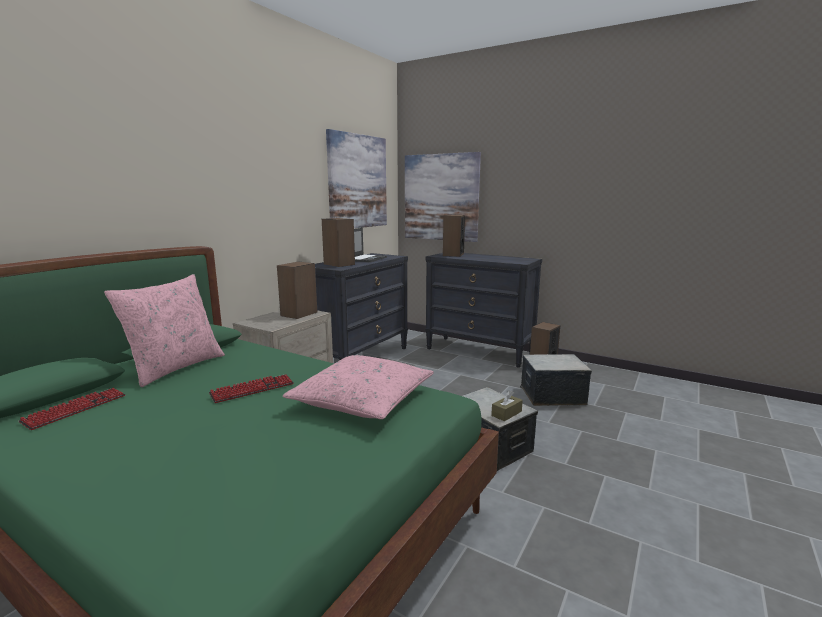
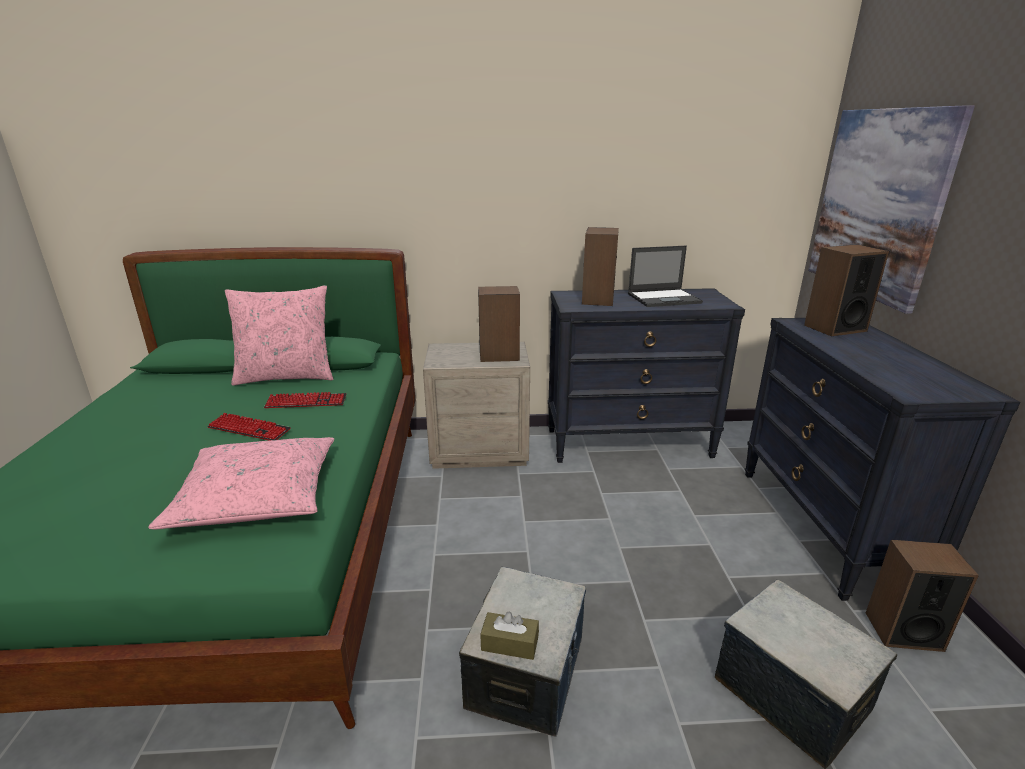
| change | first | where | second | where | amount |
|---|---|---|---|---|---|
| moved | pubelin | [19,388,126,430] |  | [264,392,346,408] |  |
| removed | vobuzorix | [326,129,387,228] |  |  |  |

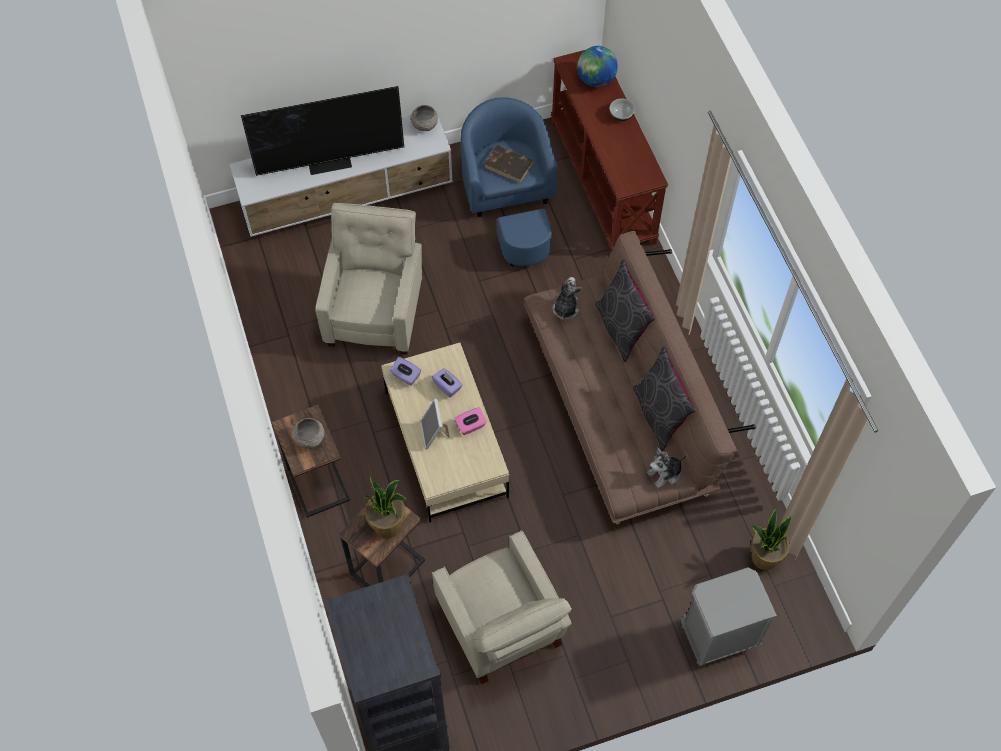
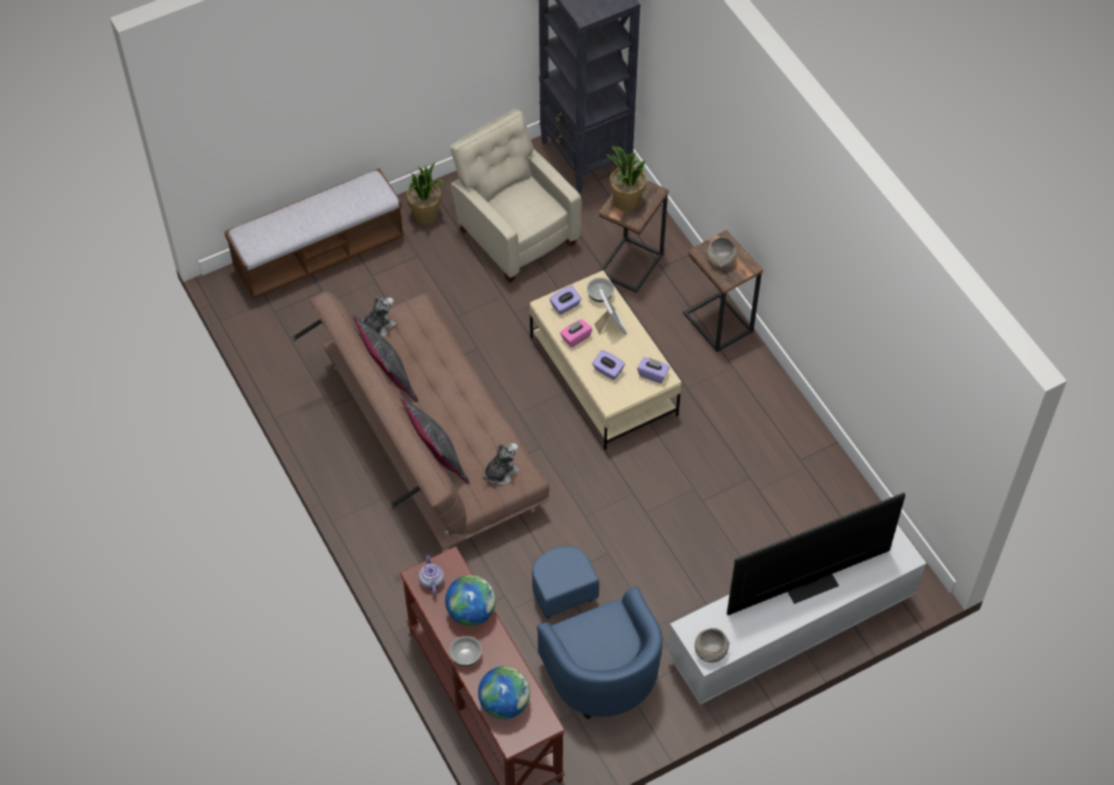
| change | first | where | second | where | amount |
|---|---|---|---|---|---|
| removed | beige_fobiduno | [315,203,422,355] |  |  |  |
| removed | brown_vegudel | [484,145,534,184] |  |  |  |
| turned | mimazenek | [553,277,582,320] |  | [482,443,520,485] | 135 degrees counterclockwise |
| replaced | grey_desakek | [681,567,777,666] | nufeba | [224,168,404,299] |  |
| moved | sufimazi | [750,508,791,570] |  | [407,162,445,225] |  |
| added |  |  | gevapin | [418,555,444,595] |  |
| added |  |  | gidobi | [445,575,496,626] |  |
| added |  |  | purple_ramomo | [549,286,581,315] |  |
| added |  |  | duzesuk | [587,278,614,302] |  |

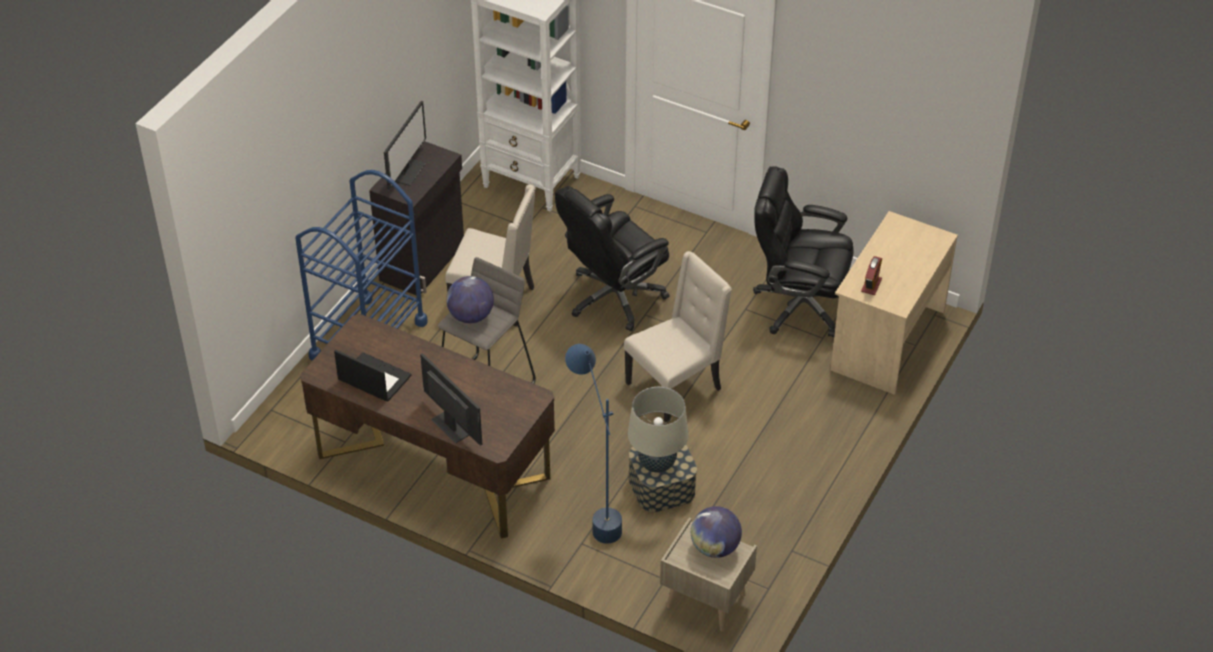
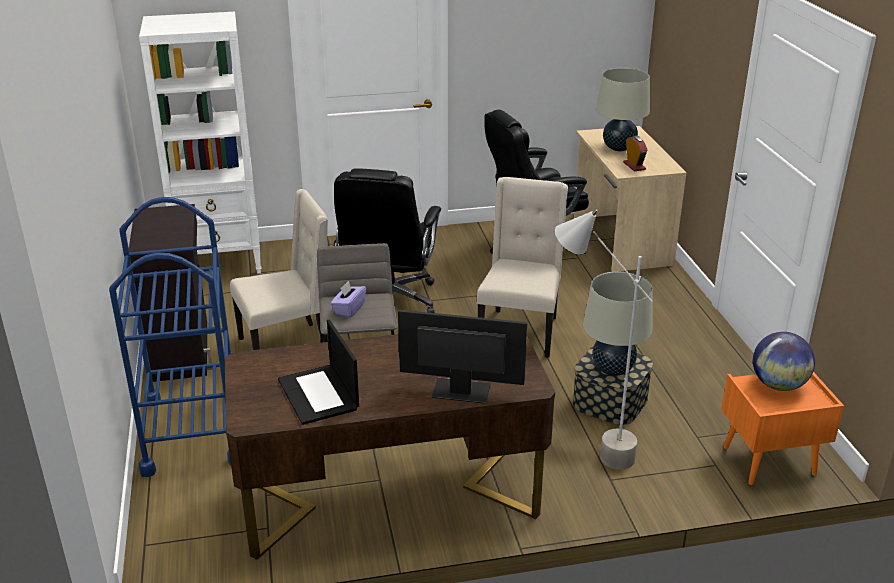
| change | first | where | second | where | amount |
|---|---|---|---|---|---|
| turned | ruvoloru | [334,350,411,401] |  | [278,320,359,425] | 105 degrees counterclockwise |
| removed | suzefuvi | [384,101,426,190] |  |  |  |
| replaced | gidobi | [446,276,494,323] | purple_ramomo | [331,281,366,318] |  |
| recoloured | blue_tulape | [565,344,622,544] | grey_tulape | [555,210,652,470] |  |
| recoloured | beige_desakek | [660,517,757,632] | orange_desakek | [721,372,844,485] |  |
| added |  |  | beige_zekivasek | [596,68,650,151] |  |

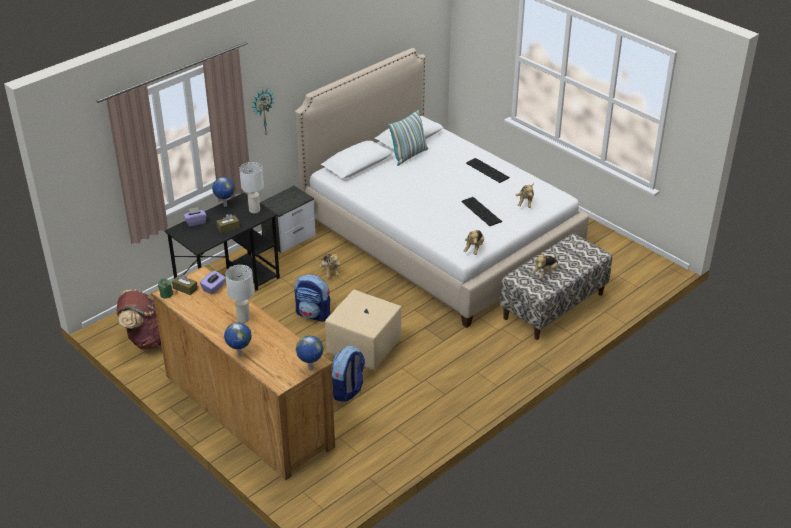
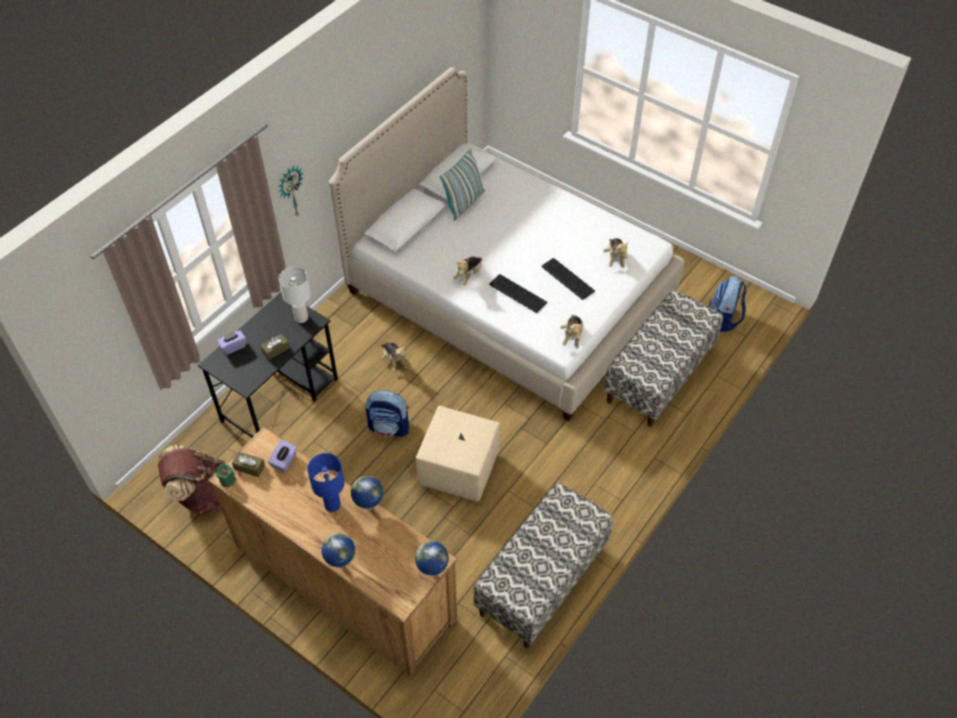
| change | first | where | second | where | amount |
|---|---|---|---|---|---|
| moved | gidobi | [212,177,235,207] |  | [351,476,383,510] |  |
| recoloured | white_zekivasek | [225,265,254,323] | blue_zekivasek | [307,453,344,512] |  |
| removed | desakek | [260,186,316,253] |  |  |  |
| moved | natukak | [331,346,365,402] |  | [709,276,747,332] |  |
| moved | pubelin | [466,158,510,183] |  | [489,274,548,313] |  |
| moved | mimazenek | [531,255,558,279] |  | [453,256,482,286] |  |
| added |  |  | nufeba | [474,482,613,648] |  |

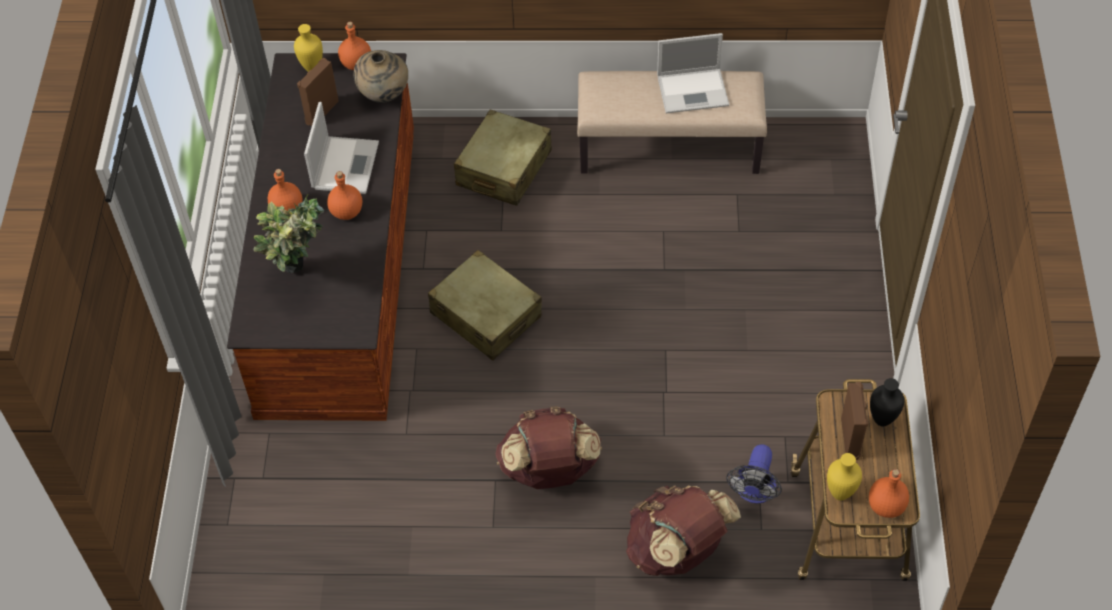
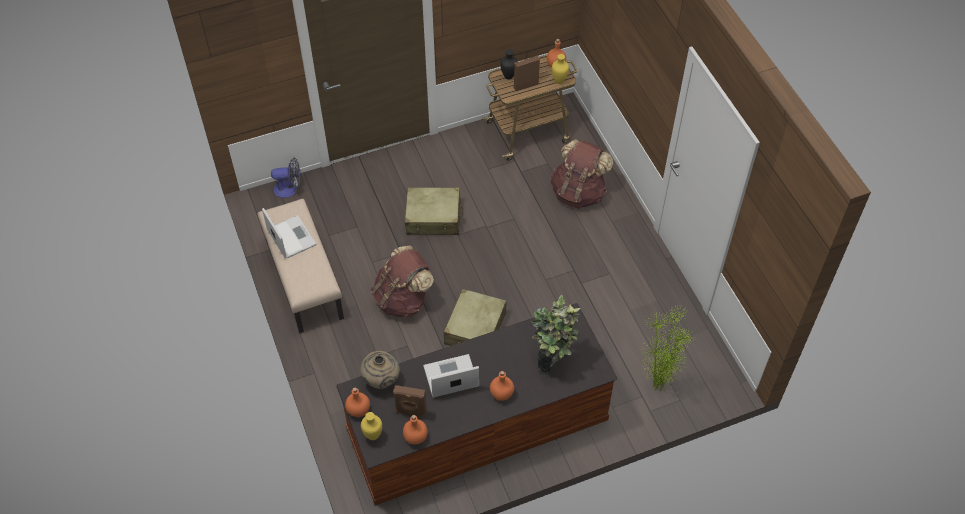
| change | first | where | second | where | amount |
|---|---|---|---|---|---|
| moved | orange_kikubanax | [327,171,362,220] |  | [403,415,428,444] |  |
| moved | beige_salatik | [454,110,552,206] |  | [405,187,464,235] |  |
| moved | brown_natukak | [495,406,602,489] |  | [371,245,434,318] |  |
| moved | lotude | [726,444,782,504] |  | [271,157,300,198] |  |
| added |  |  | sufimazi | [640,306,696,391] |  |

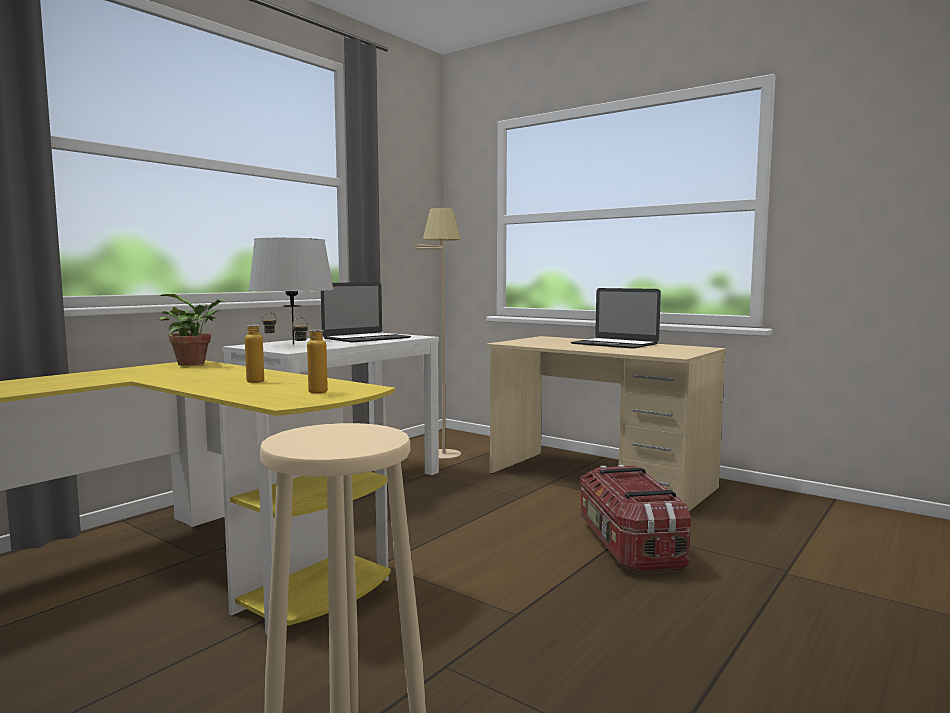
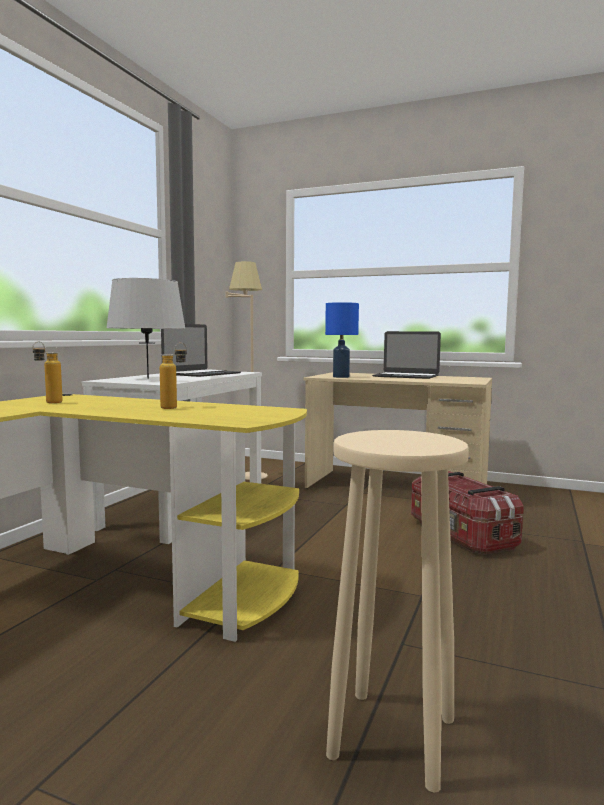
| change | first | where | second | where | amount |
|---|---|---|---|---|---|
| removed | sufimazi | [159,294,225,366] |  |  |  |
| moved | kikubanax | [293,317,328,393] |  | [32,341,63,403] |  |
| added |  |  | blue_zekivasek | [325,302,359,378] |  |

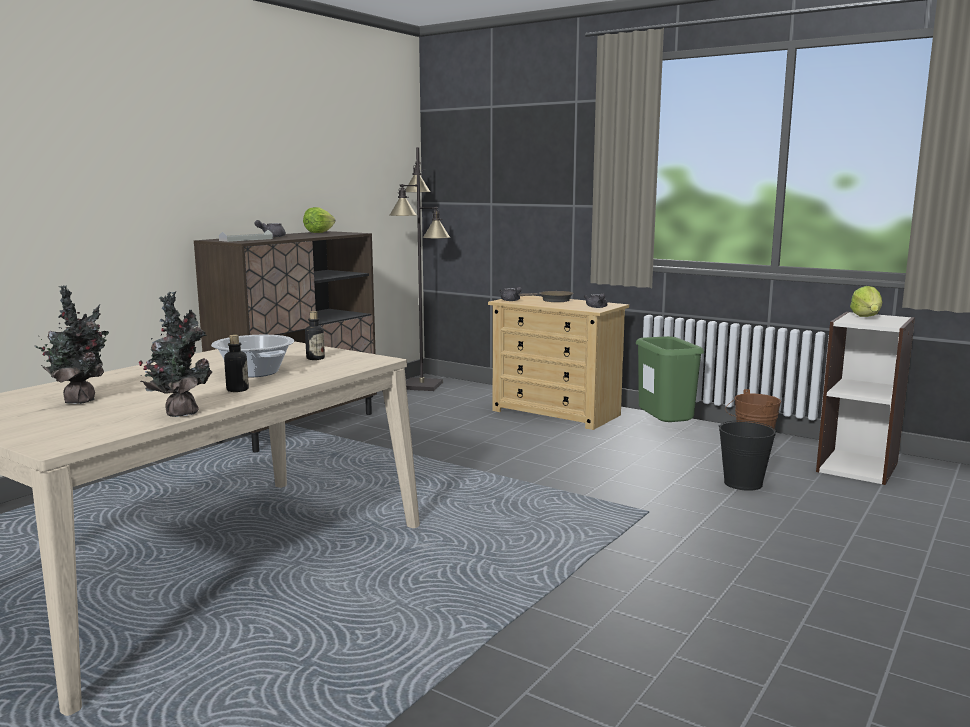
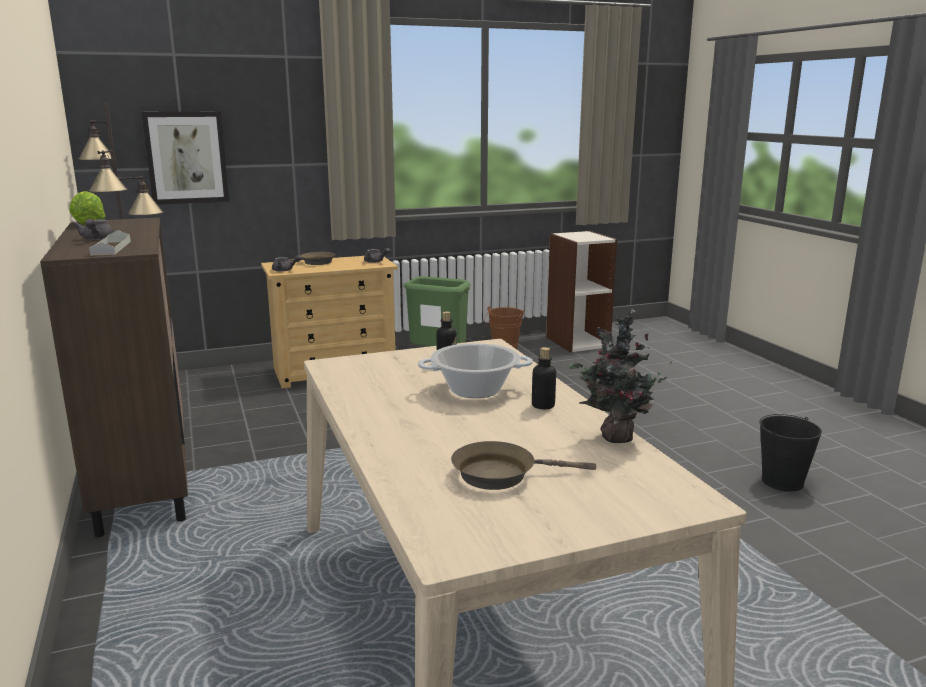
| change | first | where | second | where | amount |
|---|---|---|---|---|---|
| replaced | sufimazi | [34,286,109,404] | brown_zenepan | [451,441,596,490] |  |
| moved | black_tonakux | [718,421,777,491] |  | [759,414,822,492] |  |
| removed | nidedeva | [850,286,882,317] |  |  |  |
| added |  |  | vobuzorix | [142,112,229,205] |  |

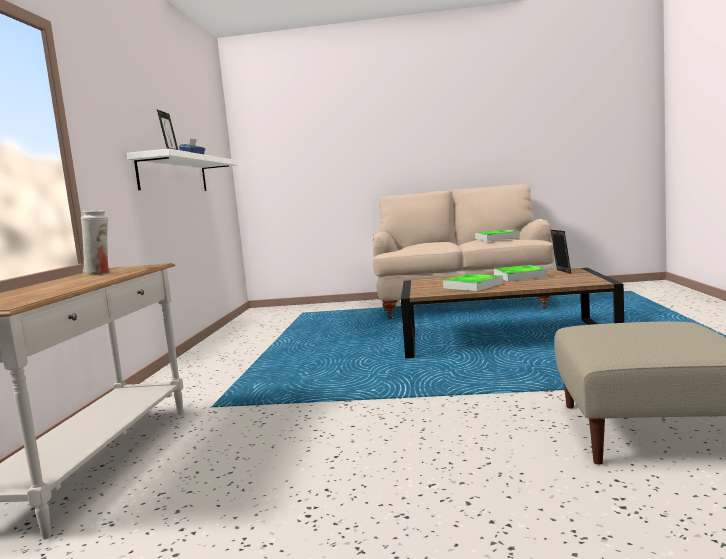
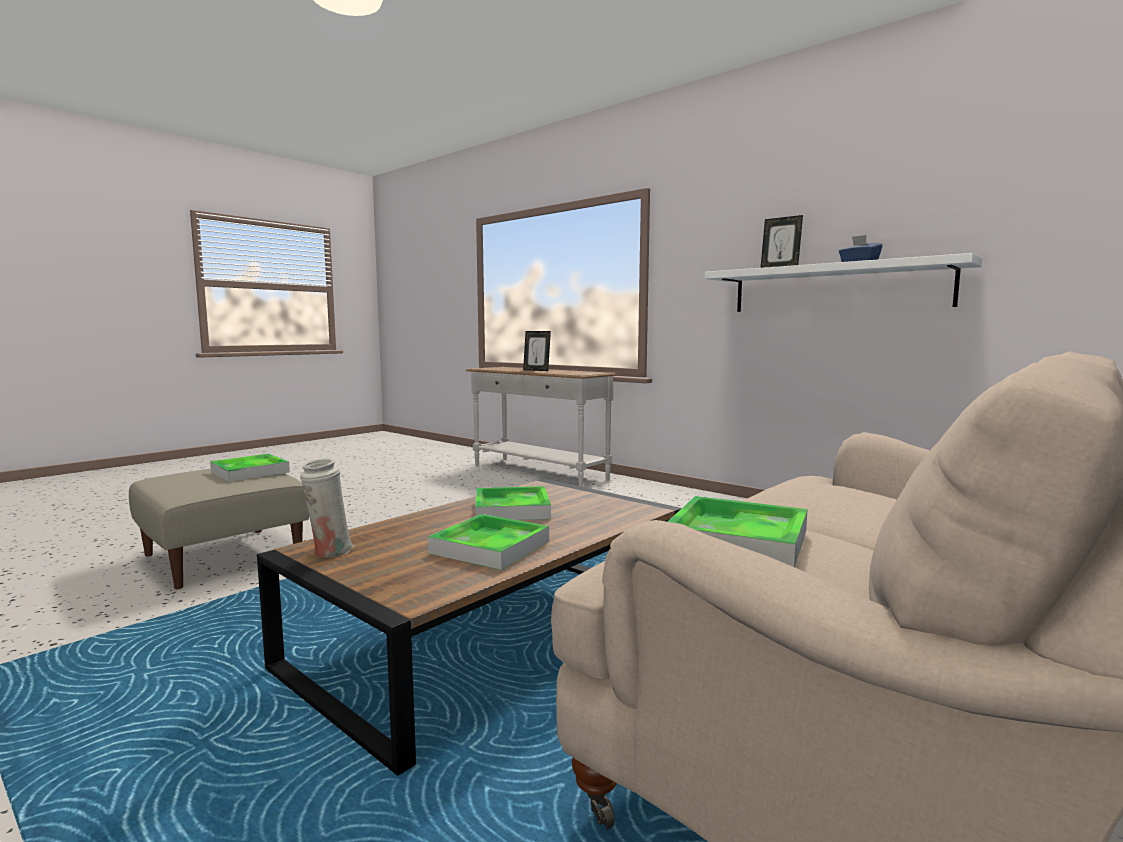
| change | first | where | second | where | amount |
|---|---|---|---|---|---|
| moved | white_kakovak | [81,210,109,275] |  | [300,458,354,558] |  |
| moved | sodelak | [551,230,571,274] |  | [523,331,551,371] |  |
| added |  |  | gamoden | [210,454,290,482] |  |

